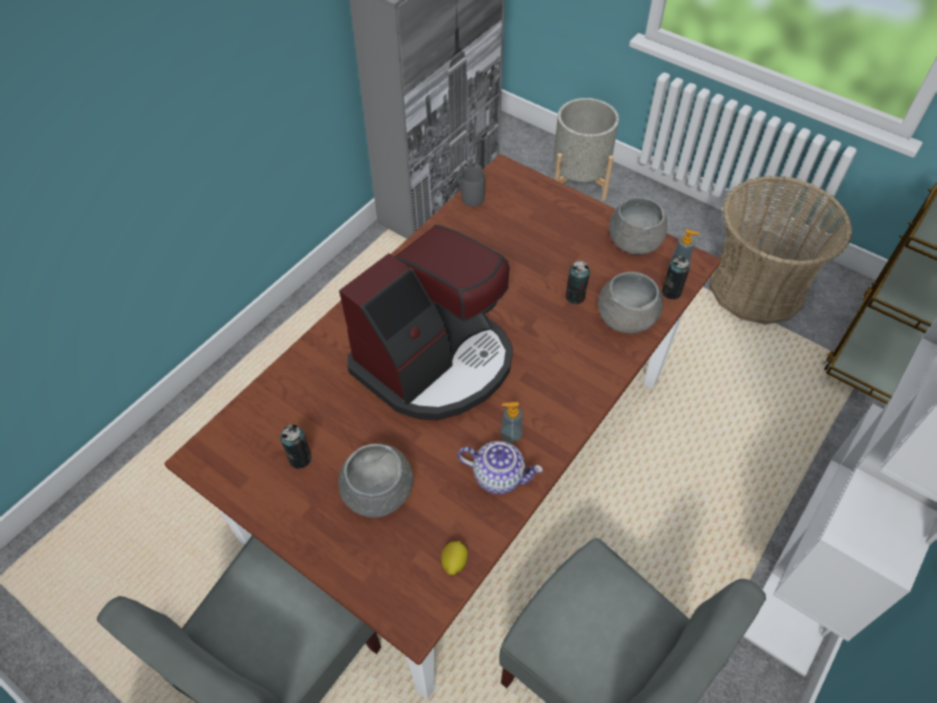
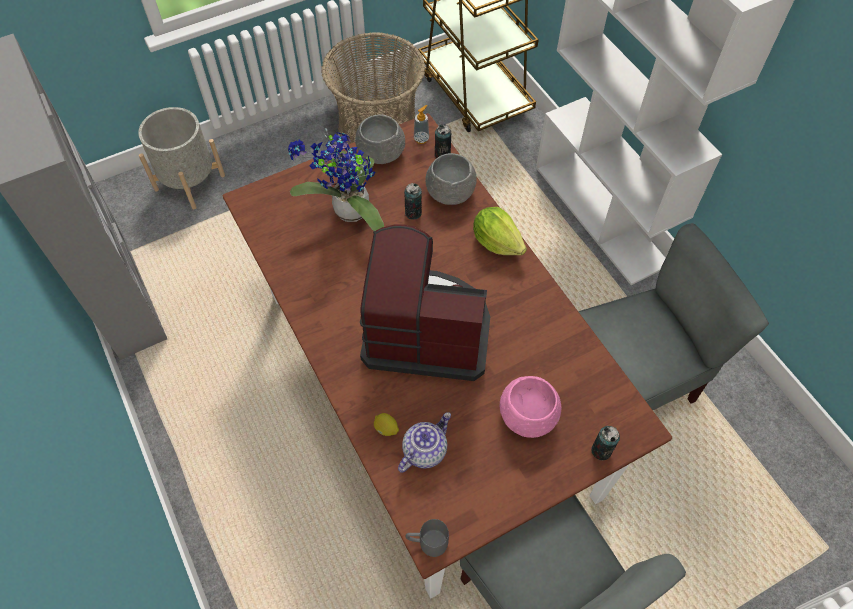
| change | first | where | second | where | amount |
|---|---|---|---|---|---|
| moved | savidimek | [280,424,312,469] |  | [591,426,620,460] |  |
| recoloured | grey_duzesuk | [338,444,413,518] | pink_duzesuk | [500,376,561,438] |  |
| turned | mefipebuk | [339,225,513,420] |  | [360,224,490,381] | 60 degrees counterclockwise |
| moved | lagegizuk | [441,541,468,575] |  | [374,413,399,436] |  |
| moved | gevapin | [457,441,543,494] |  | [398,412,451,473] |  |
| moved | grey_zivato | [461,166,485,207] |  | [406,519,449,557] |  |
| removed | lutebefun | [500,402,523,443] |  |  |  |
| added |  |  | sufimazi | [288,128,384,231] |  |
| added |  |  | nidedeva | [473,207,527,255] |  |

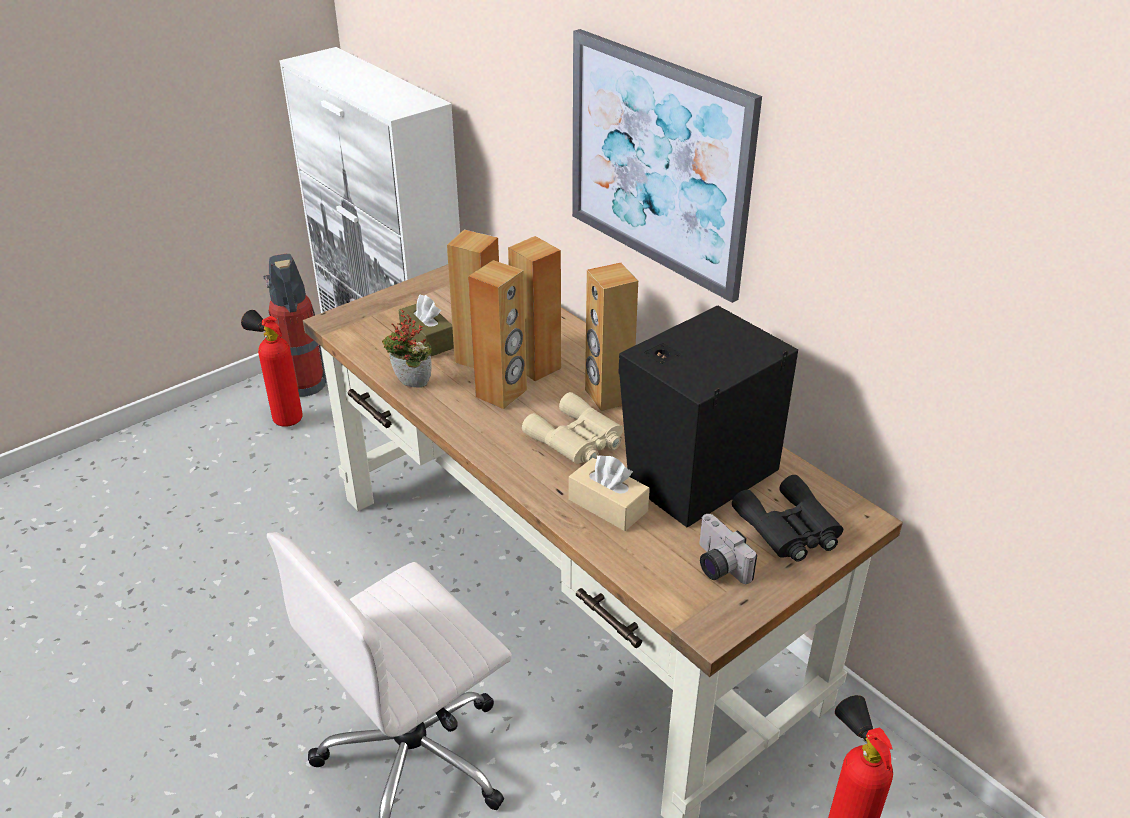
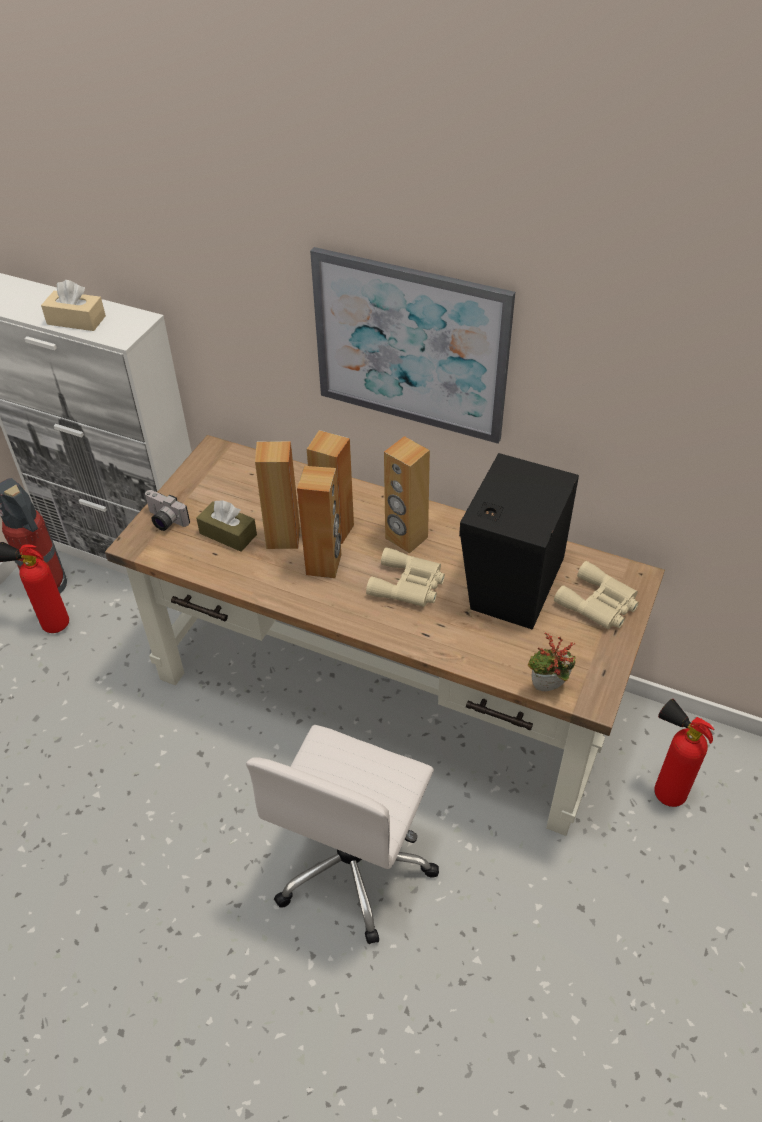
| change | first | where | second | where | amount |
|---|---|---|---|---|---|
| moved | sufimazi | [382,309,432,388] |  | [528,633,576,691] |  |
| moved | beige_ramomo | [569,456,650,531] |  | [41,280,106,331] |  |
| moved | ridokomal | [699,514,757,584] |  | [144,490,190,531] |  |
| recoloured | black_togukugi | [732,475,843,562] | beige_togukugi | [554,561,639,629] |  |

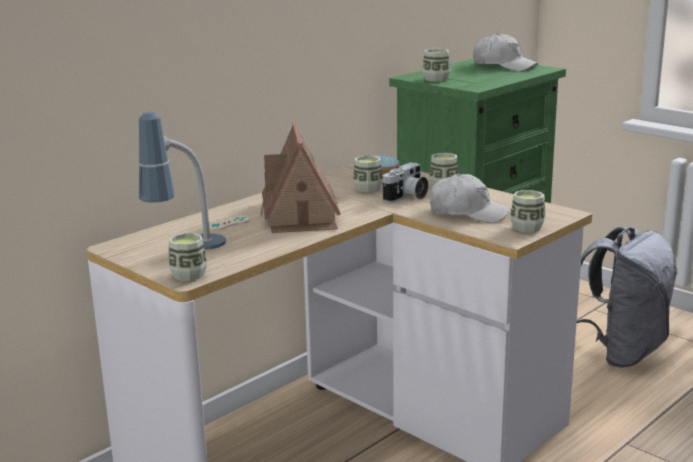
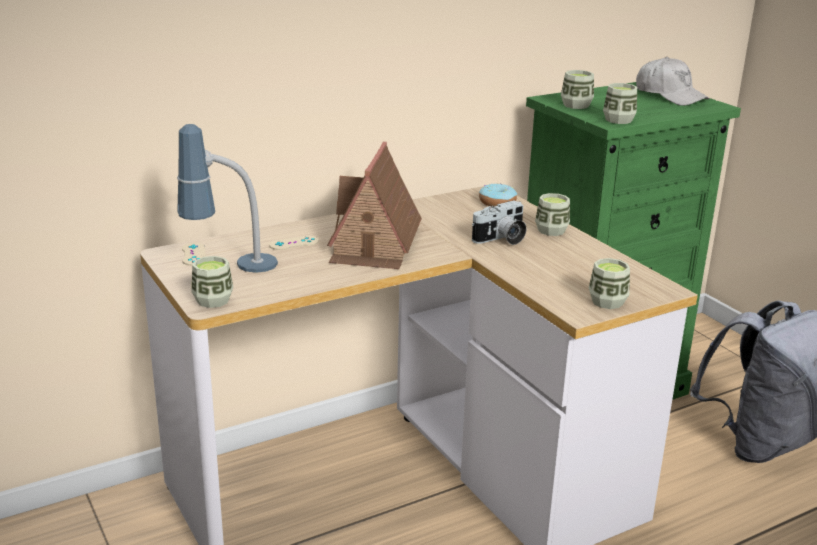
| change | first | where | second | where | amount |
|---|---|---|---|---|---|
| moved | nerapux | [353,155,383,193] |  | [603,83,637,124] |  |
| removed | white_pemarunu | [429,174,511,223] |  |  |  |
| added |  |  | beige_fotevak | [182,243,206,266] |  |

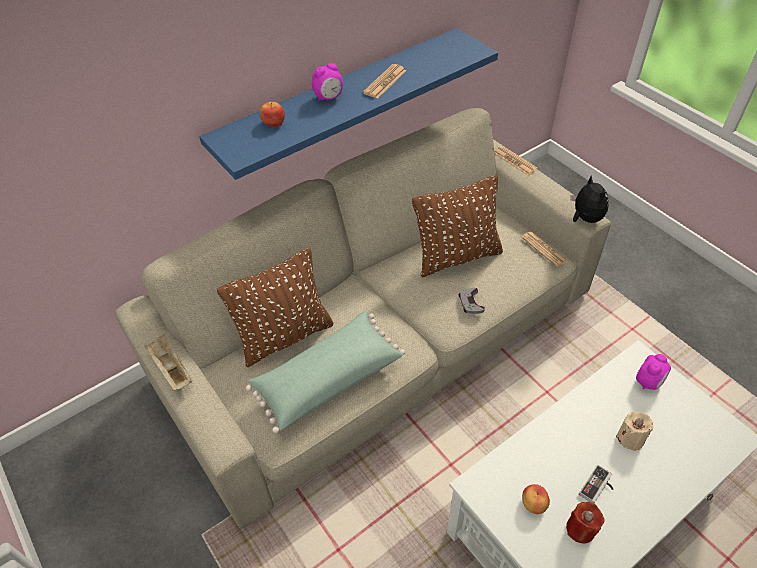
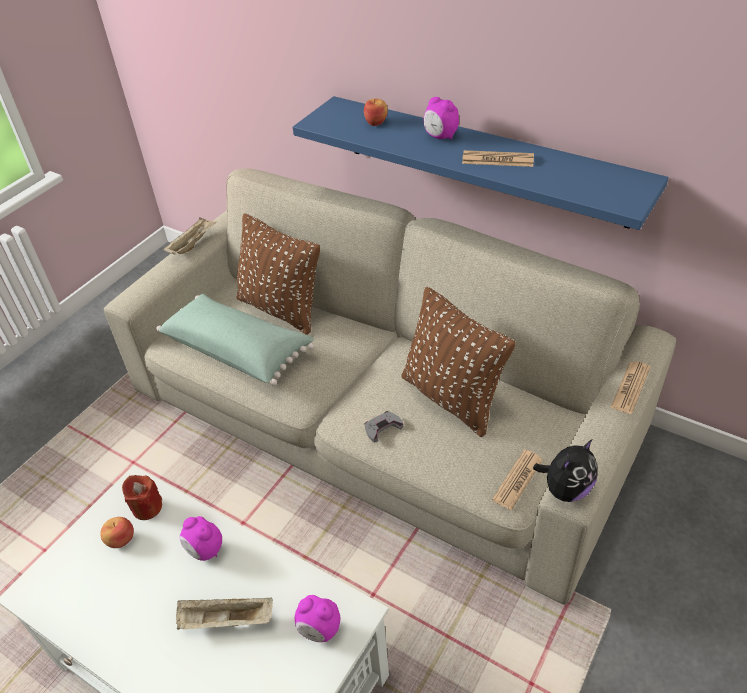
| change | first | where | second | where | amount |
|---|---|---|---|---|---|
| moved | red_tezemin | [566,502,604,544] |  | [122,475,162,520] |  |
| removed | fotevak | [579,464,614,503] |  |  |  |
| replaced | beige_tezemin | [616,412,653,451] | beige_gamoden | [176,598,273,630] |  |
| added |  |  | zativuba | [180,516,222,561] |  |

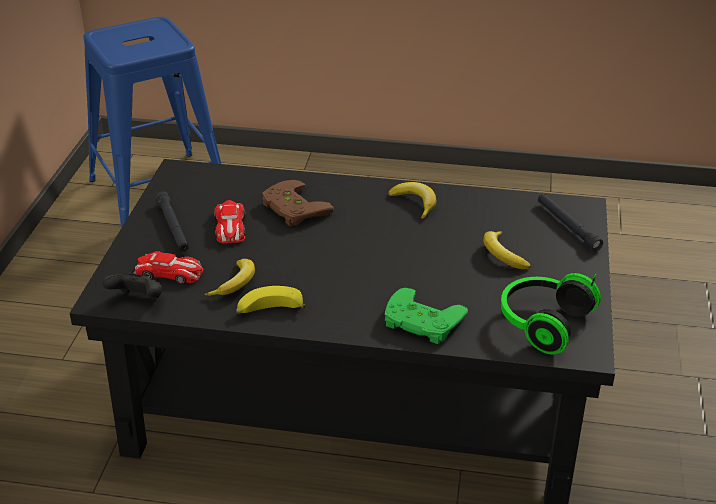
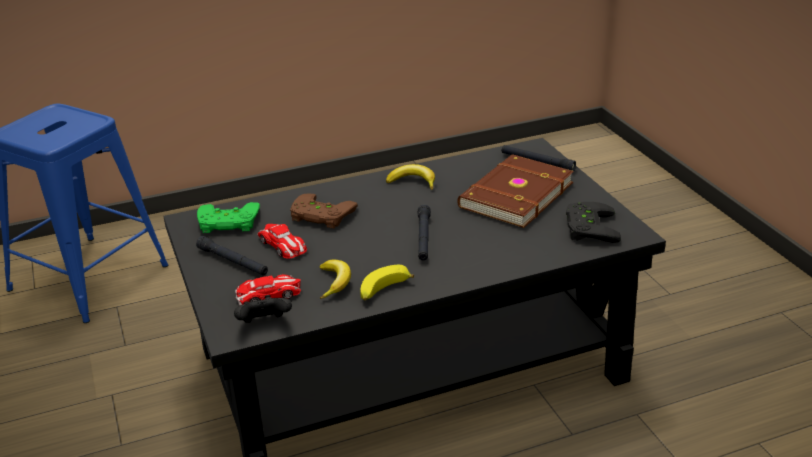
| change | first | where | second | where | amount |
|---|---|---|---|---|---|
| moved | green_fotevak | [385,288,468,344] |  | [197,202,260,233] |  |
| replaced | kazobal | [483,231,531,269] | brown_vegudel | [457,154,574,228] |  |
| replaced | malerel | [501,273,601,354] | black_fotevak | [566,202,621,243] |  |
| added |  |  | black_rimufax | [417,205,431,260] |  |

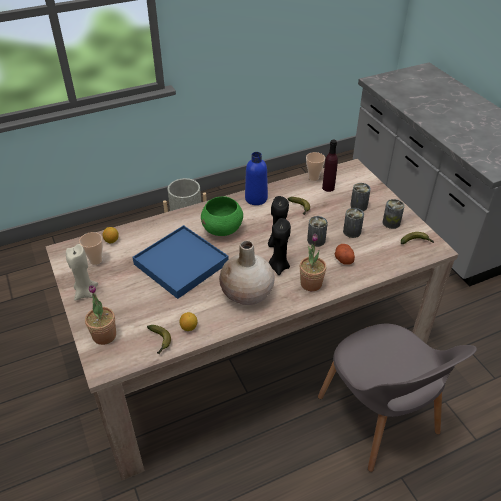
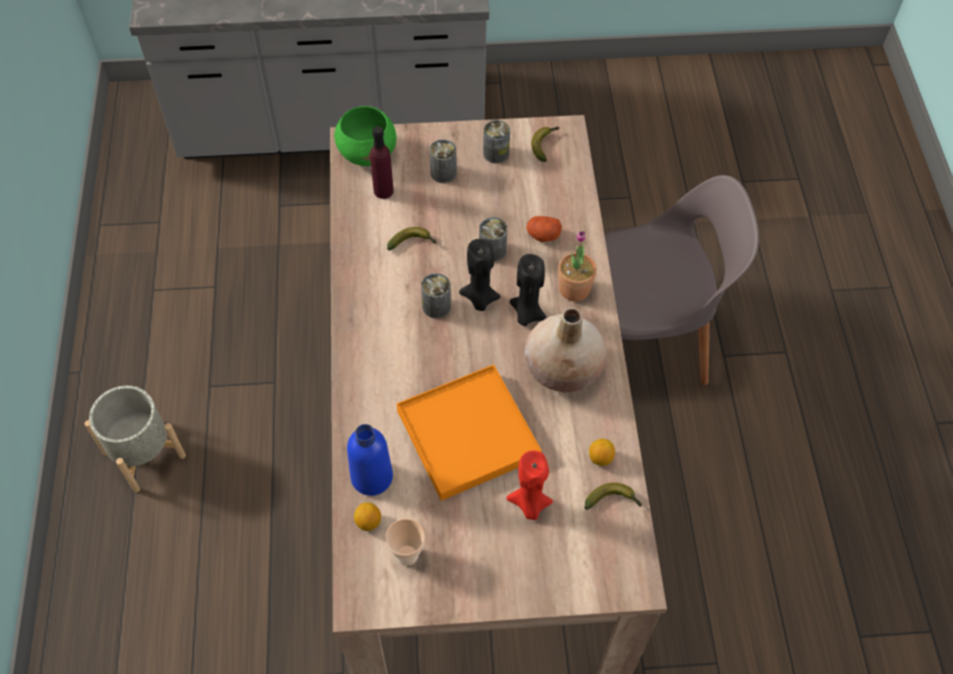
| change | first | where | second | where | amount |
|---|---|---|---|---|---|
| removed | beige_tezemin | [66,244,98,301] |  |  |  |
| removed | sufimazi | [85,285,116,345] |  |  |  |
| recoloured | blue_gamoden | [133,225,229,299] | orange_gamoden | [397,364,542,501] |  |
| moved | green_duzesuk | [201,197,243,236] |  | [334,106,396,166] |  |
| moved | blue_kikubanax | [245,152,268,205] |  | [347,424,393,496] |  |
| removed | nerapux | [306,152,325,181] |  |  |  |
| moved | savidimek | [343,208,364,238] |  | [421,273,451,319] |  |
| added |  |  | red_tezemin | [506,451,553,520] |  |

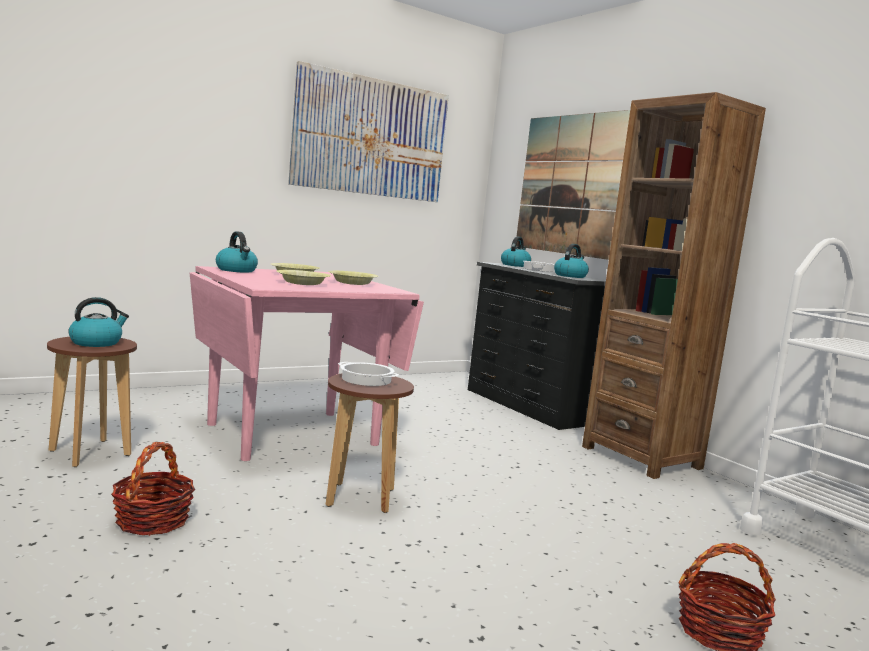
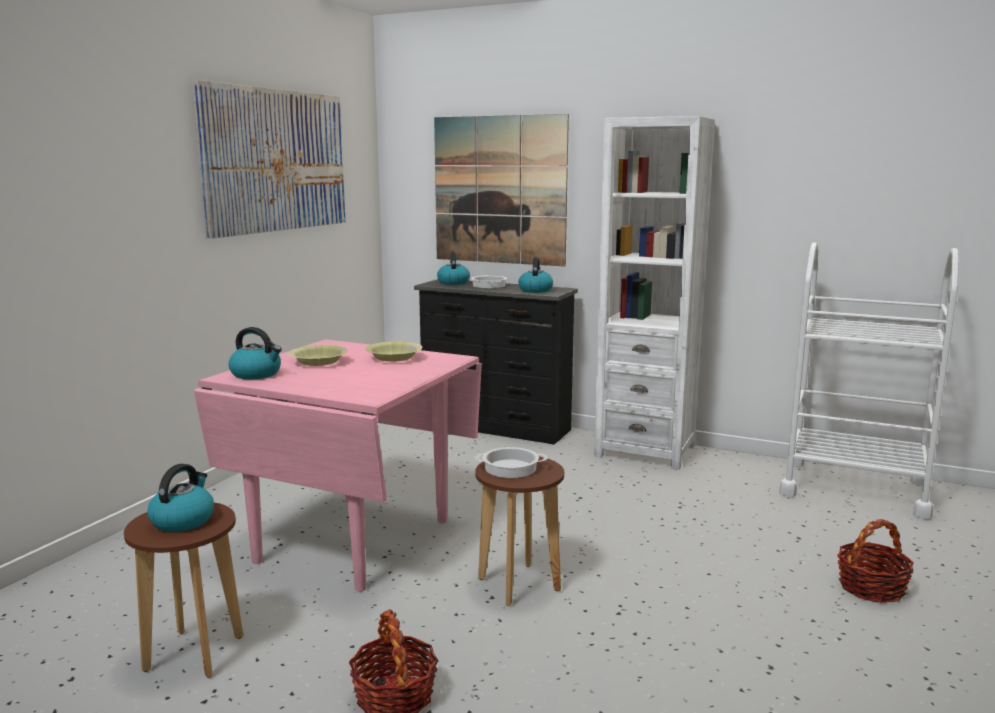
| change | first | where | second | where | amount |
|---|---|---|---|---|---|
| removed | yellow_duzesuk | [276,270,331,285] |  |  |  |
| recoloured | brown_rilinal | [582,92,766,479] | white_rilinal | [594,116,715,470] |  |

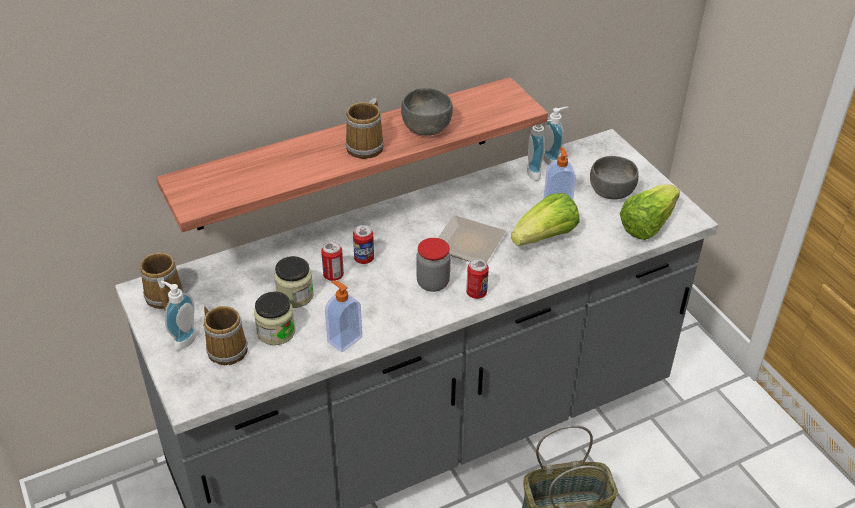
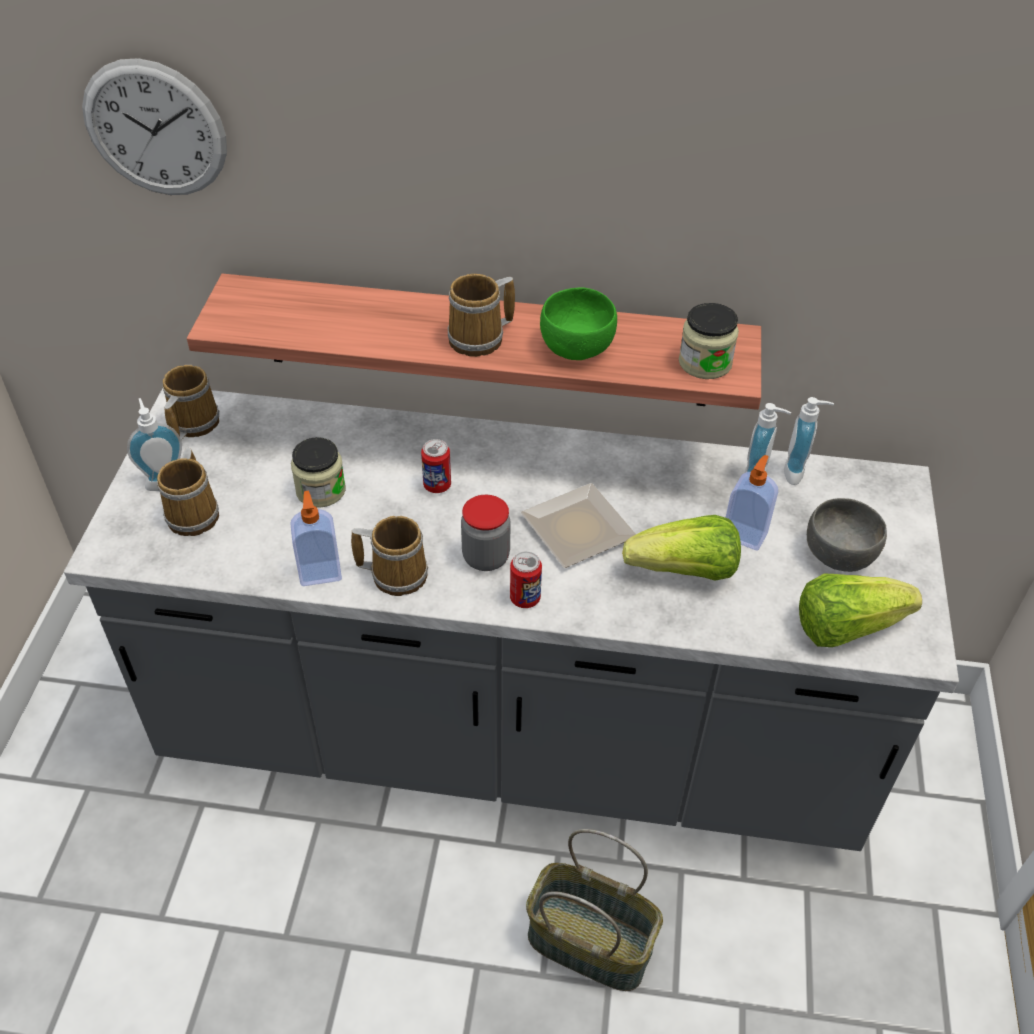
| change | first | where | second | where | amount |
|---|---|---|---|---|---|
| moved | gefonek | [254,291,295,345] |  | [679,303,739,379] |  |
| removed | savidimek | [321,241,344,281] |  |  |  |
| recoloured | grey_duzesuk | [401,88,453,136] | green_duzesuk | [540,288,617,360] |  |
| added |  |  | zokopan | [82,58,227,195] |  |
| added |  |  | zivato | [351,516,428,596] |  |

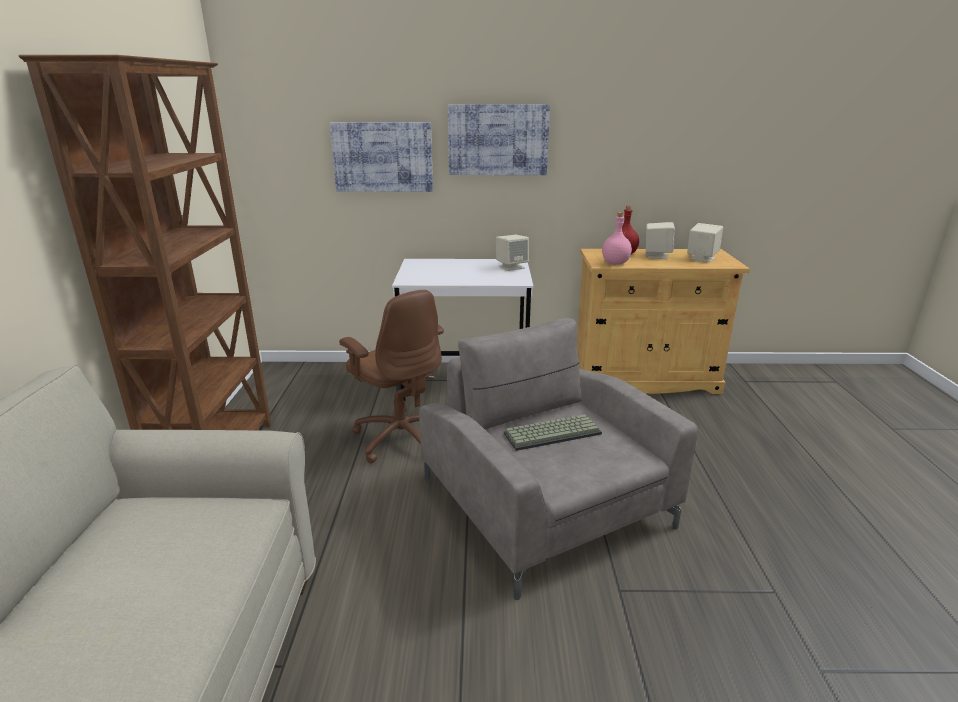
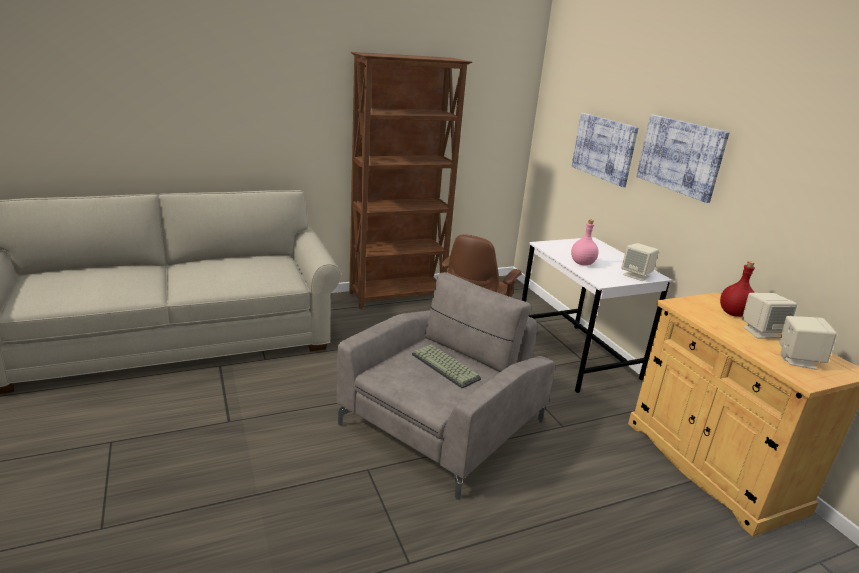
| change | first | where | second | where | amount |
|---|---|---|---|---|---|
| moved | pink_kikubanax | [602,212,632,265] |  | [571,220,599,265] |  |

